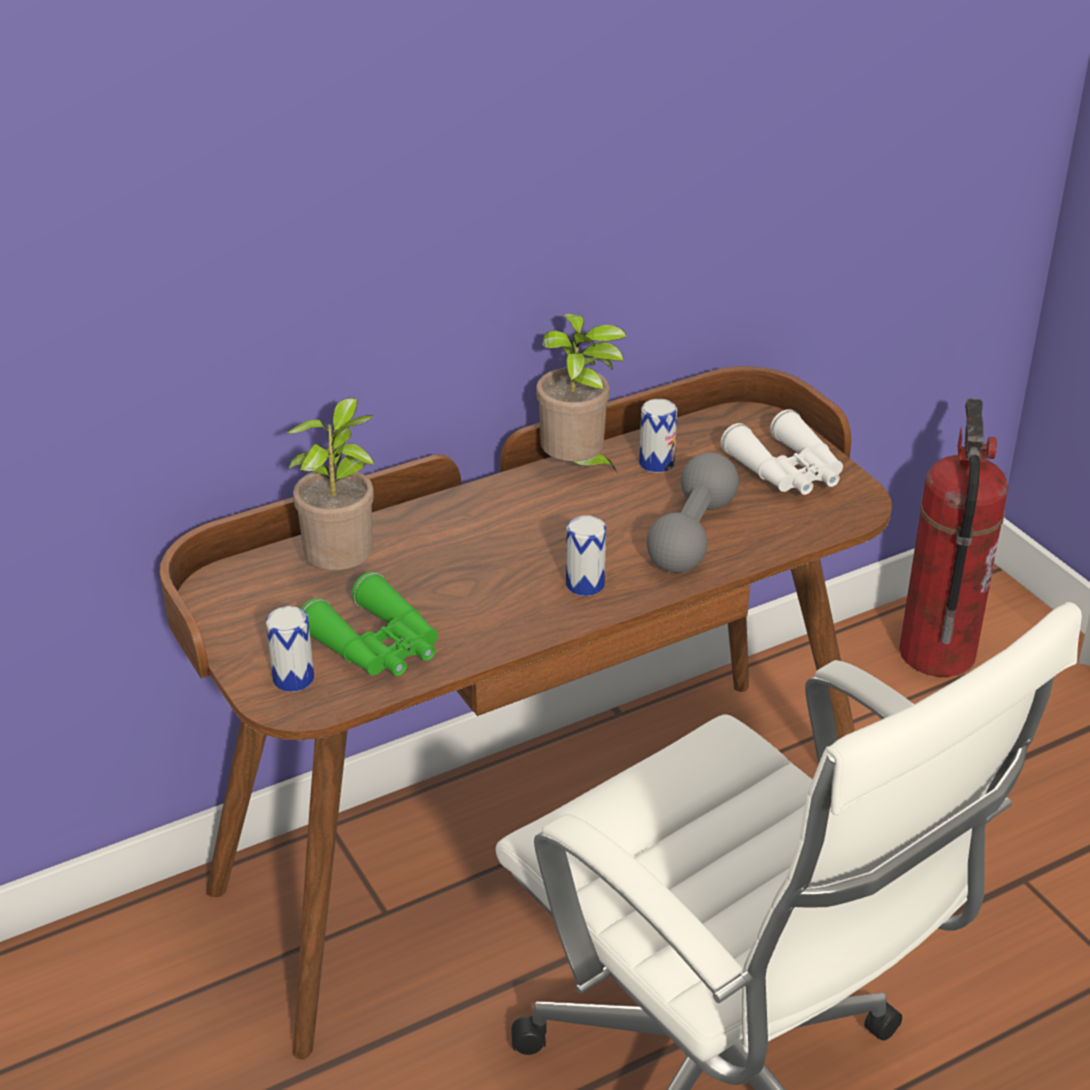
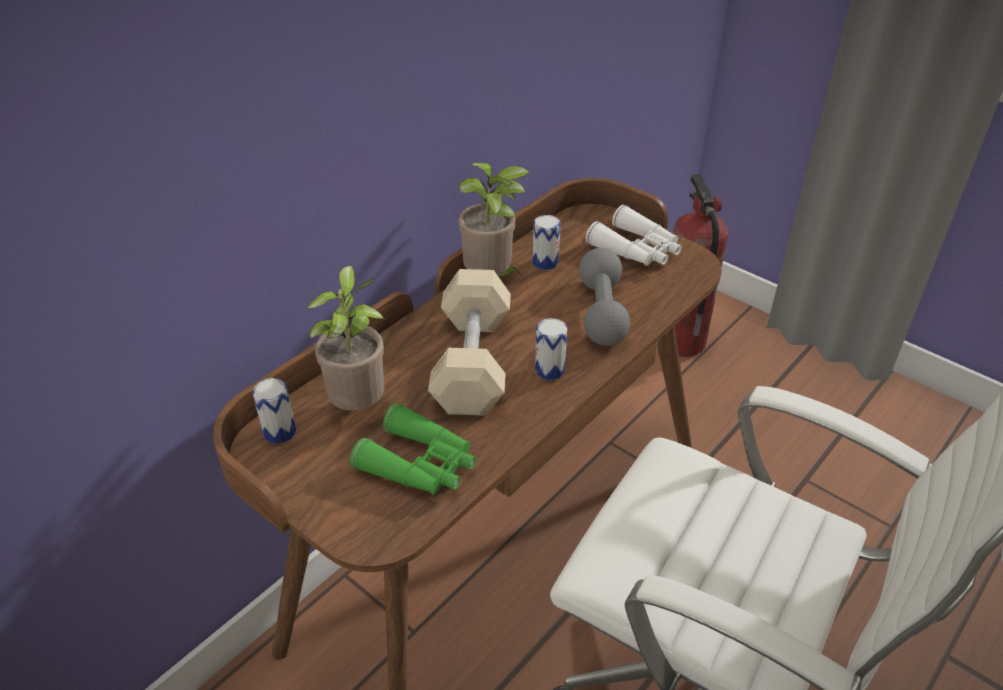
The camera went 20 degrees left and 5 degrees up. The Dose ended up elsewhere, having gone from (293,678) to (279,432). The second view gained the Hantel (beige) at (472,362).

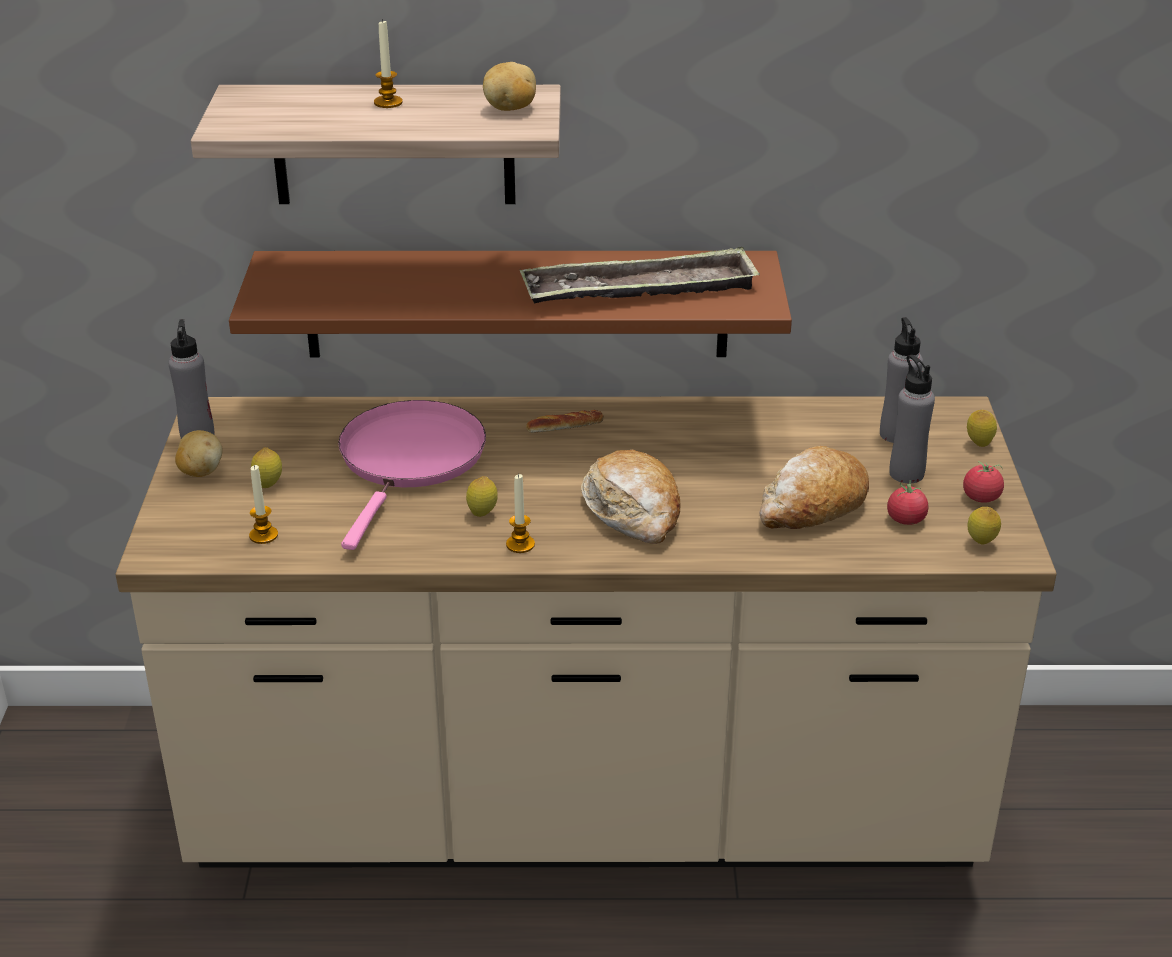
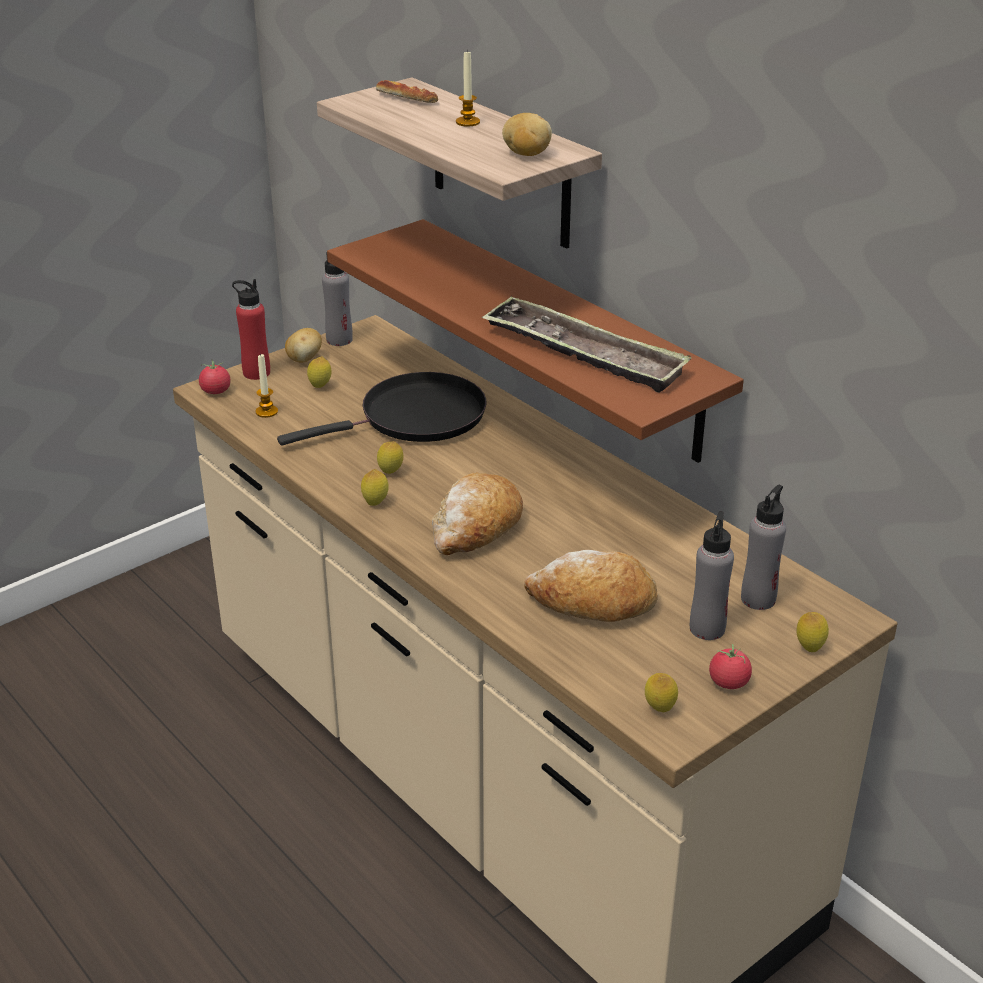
The camera went 50 degrees right and 0 degrees up. The Tomate ended up elsewhere, having gone from (906,520) to (216,391). The second view gained the Flasche (rot) at (256,373). What was the Pfanne (rosa) at (410,460) turned into the Pfanne (schwarz) at (415,418). Where the Kerze stood at (520,544), the Zitrone came to stand at (375,503). The Brot ended up elsewhere, having gone from (565,427) to (406,98).

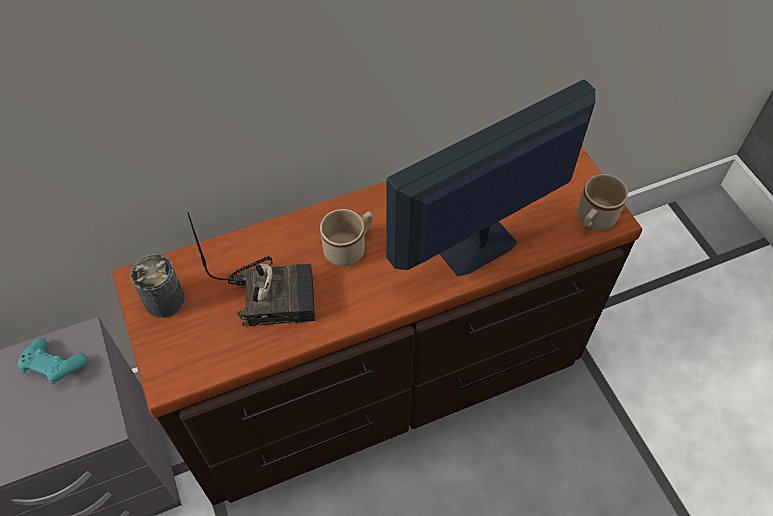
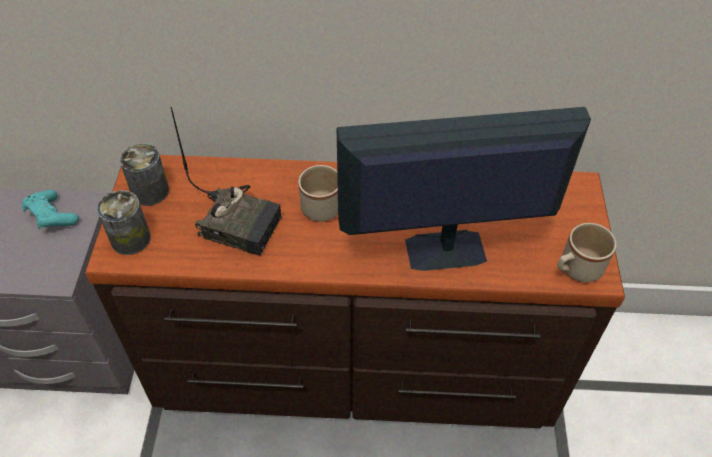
The camera went 25 degrees right and 5 degrees down. The second view gained the Dose at (130,239).

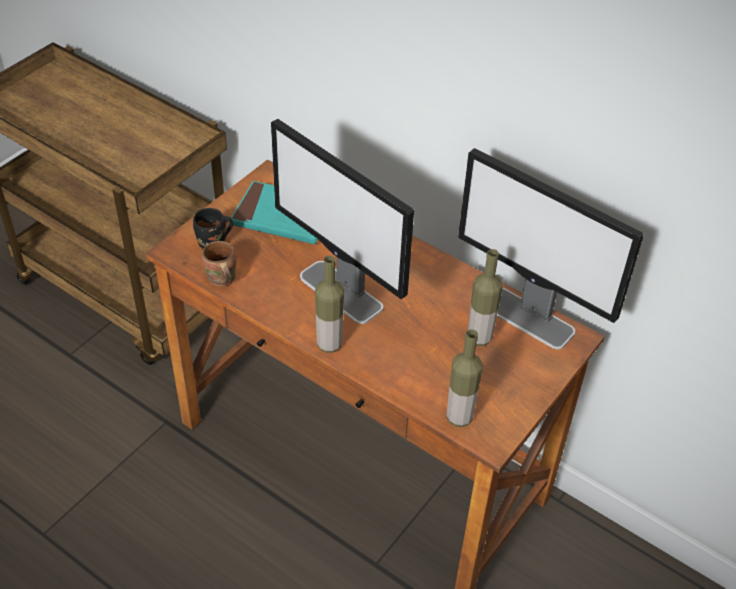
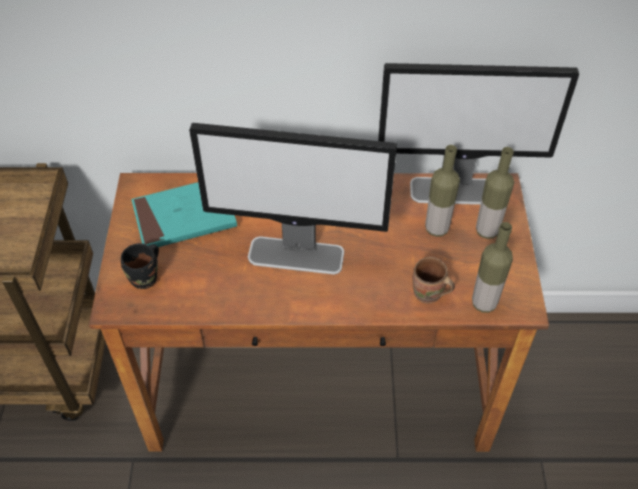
The camera went 35 degrees left and 5 degrees up. The Henkelbecher (braun) ended up elsewhere, having gone from (220,280) to (428,295). The Flasche ended up elsewhere, having gone from (329,344) to (487,231).

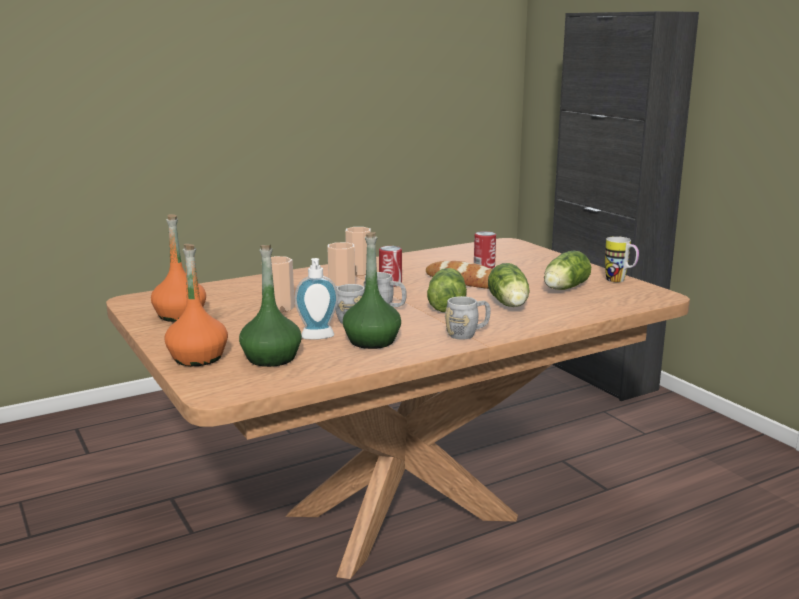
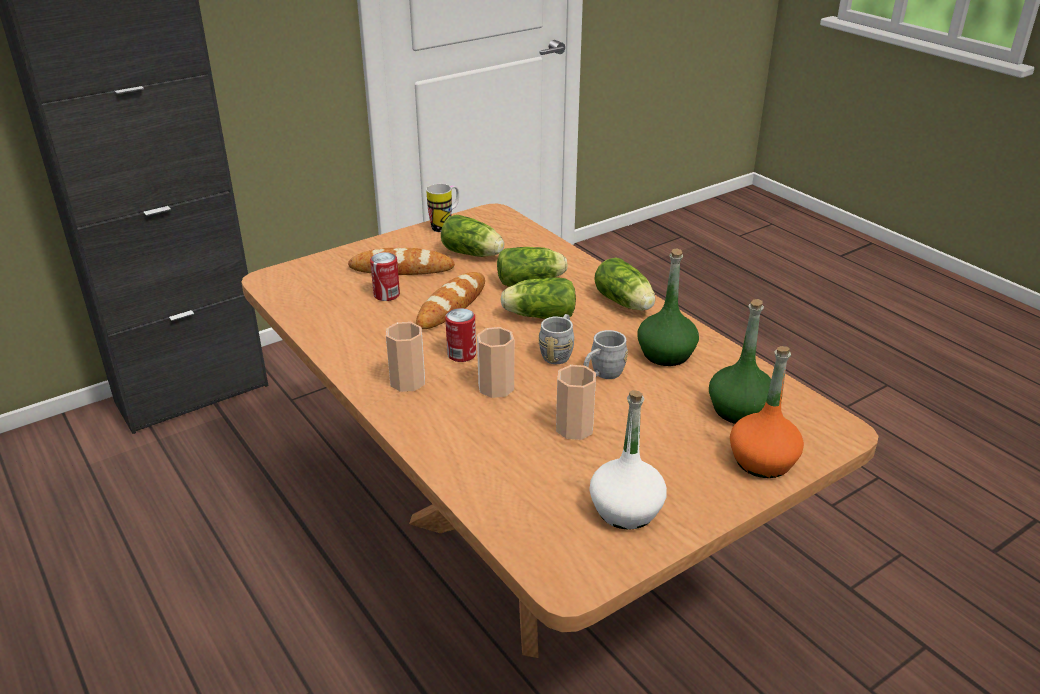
The camera went 95 degrees left and 15 degrees up. The second view gained the Brot at (401,268). What was the Flasche (orange) at (180,315) turned into the Flasche (weiß) at (626,510). Where the Henkelbecher (grau) stood at (468,333), the Salatkopf came to stand at (625,304). The second view lost the Seifenspender at (318,338).

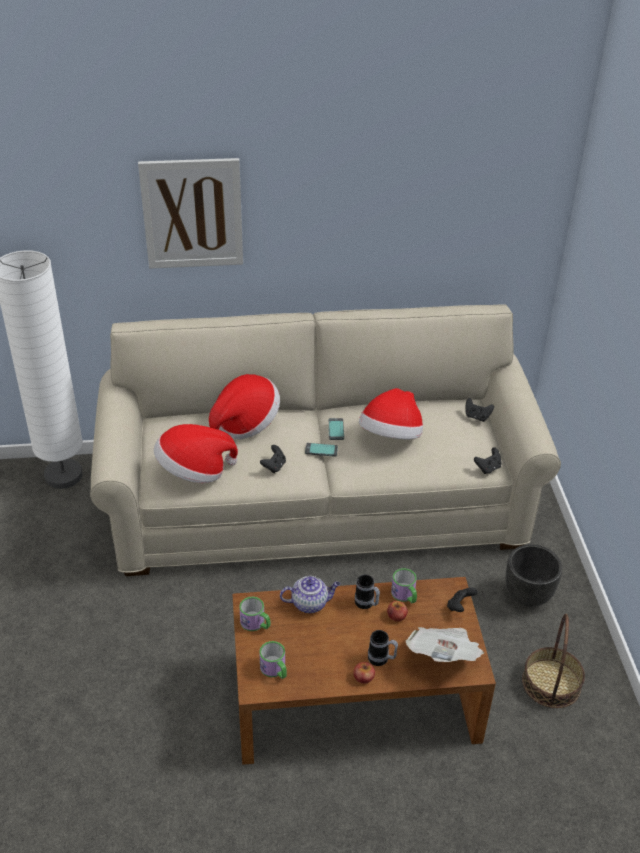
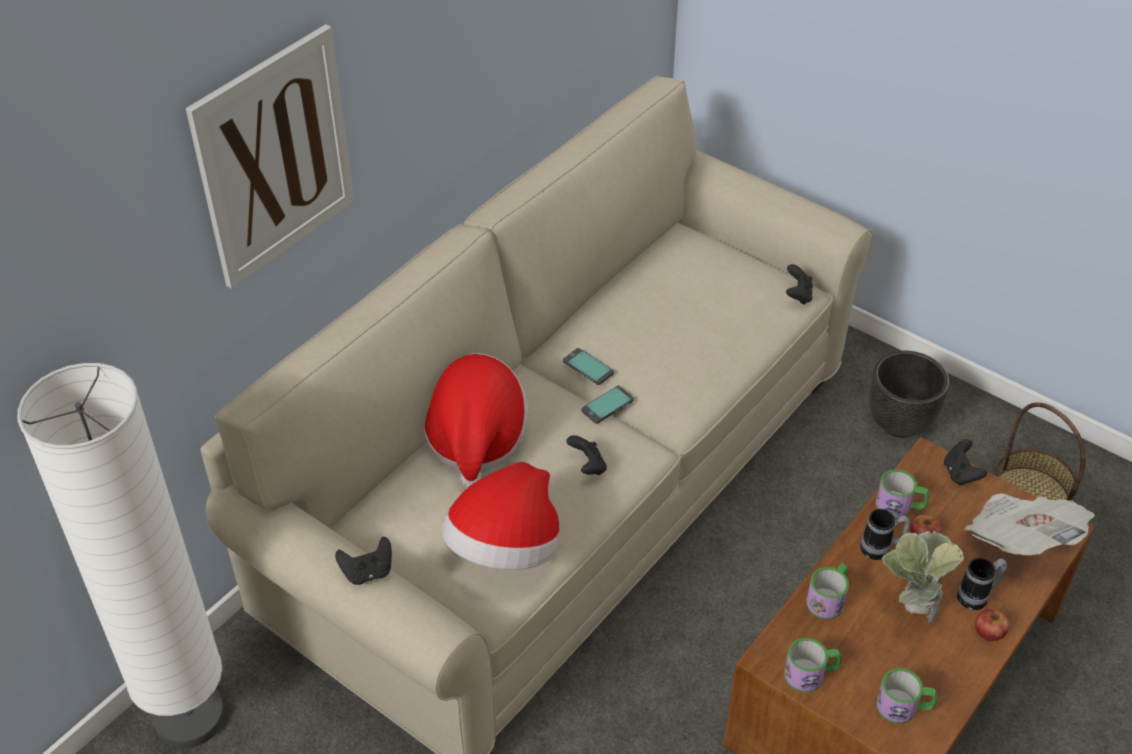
The camera went 45 degrees left and 5 degrees up. The Gamepad (schwarz) ended up elsewhere, having gone from (477,417) to (368,572). Where the Teekanne stood at (310,603), the Henkelbecher came to stand at (828,599). The second view gained the Topfpflanze at (910,609). The second view lost the Hut at (391,437).

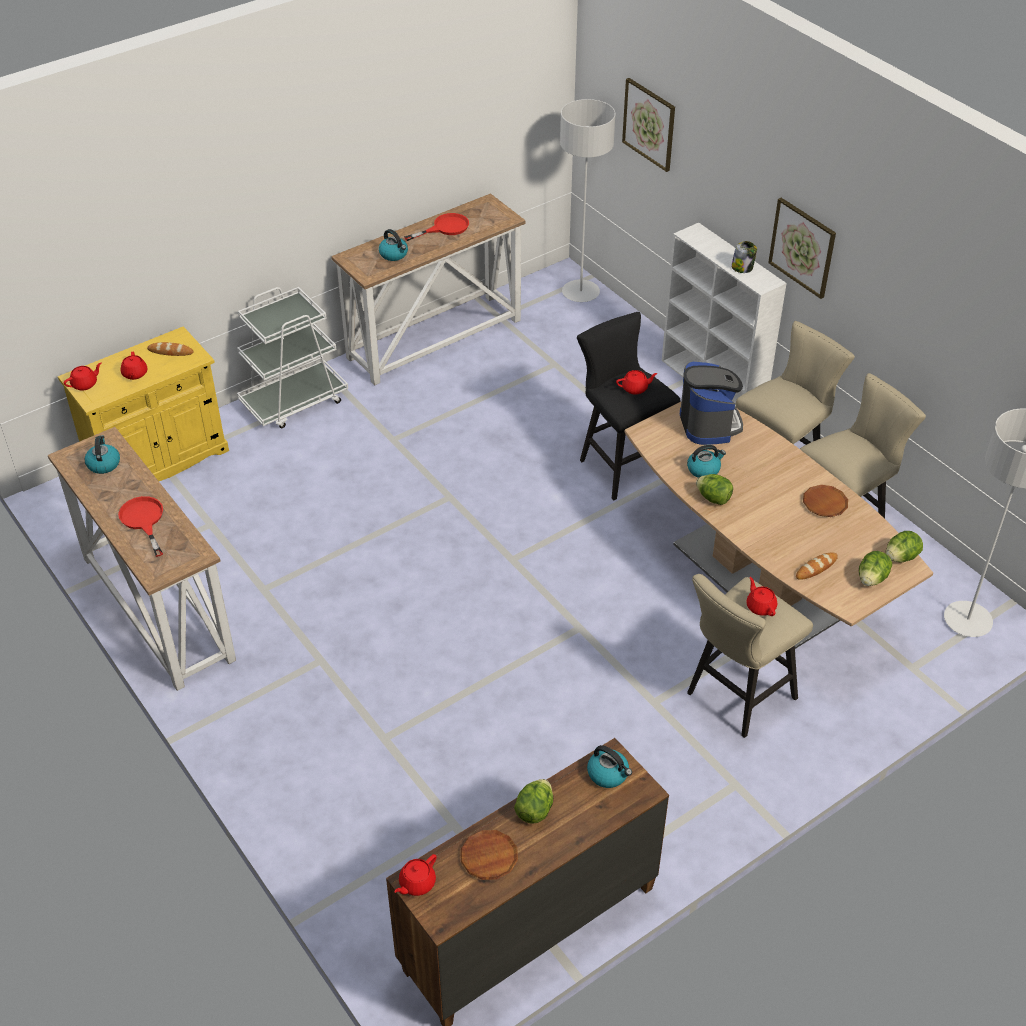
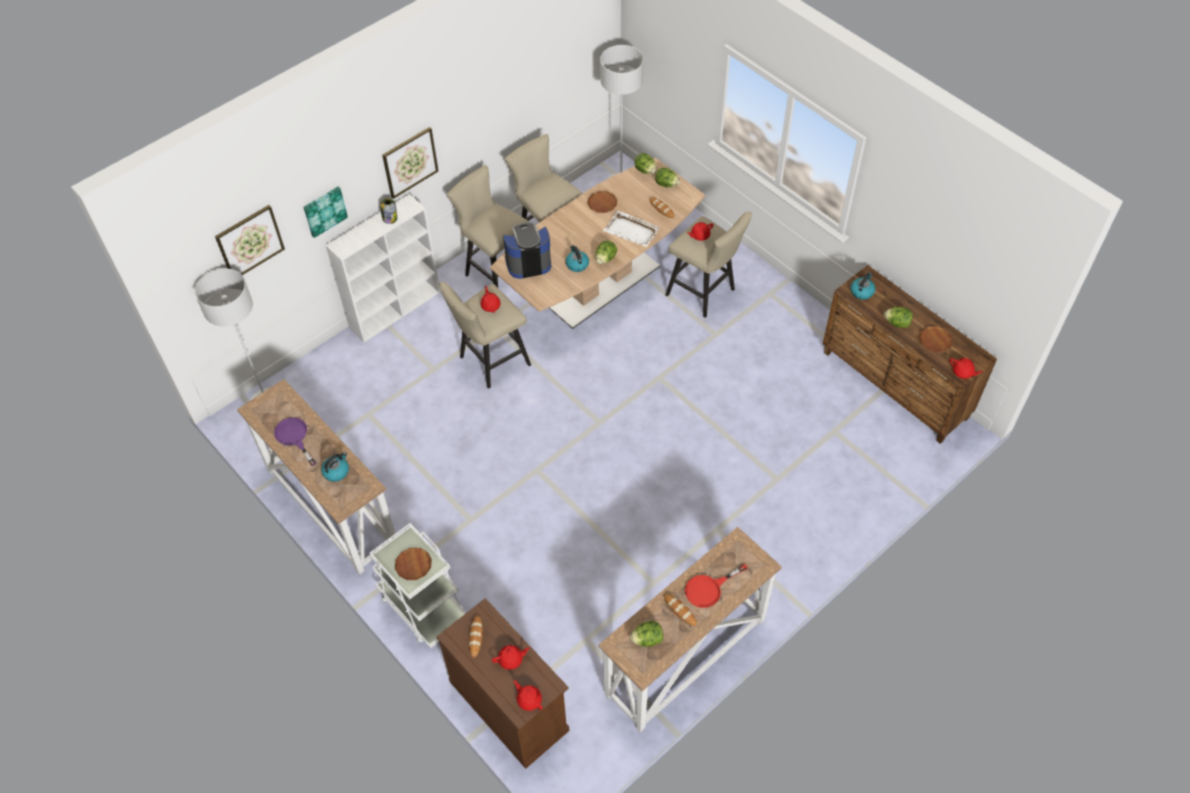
The camera went 95 degrees left and 10 degrees up. What was the Pfanne (rot) at (445,228) turned into the Pfanne (lila) at (294,437). The second view gained the Bild at (324,211). The second view gained the Teller (braun) at (413,565). What was the Schrank (gelb) at (157,460) turned into the Schrank (braun) at (509,705). What was the Hocker (schwarz) at (621,464) turned into the Hocker (beige) at (490,362). The second view gained the Tablett (weiß) at (632,231). Where the Wasserkessel stood at (103,464), the Salatkopf came to stand at (647,639). The second view gained the Brot at (680,610).

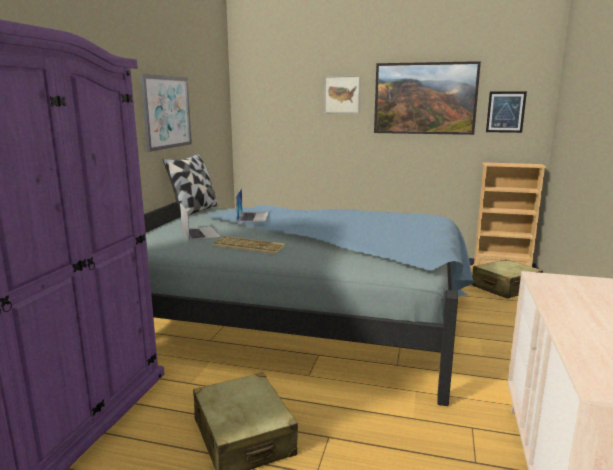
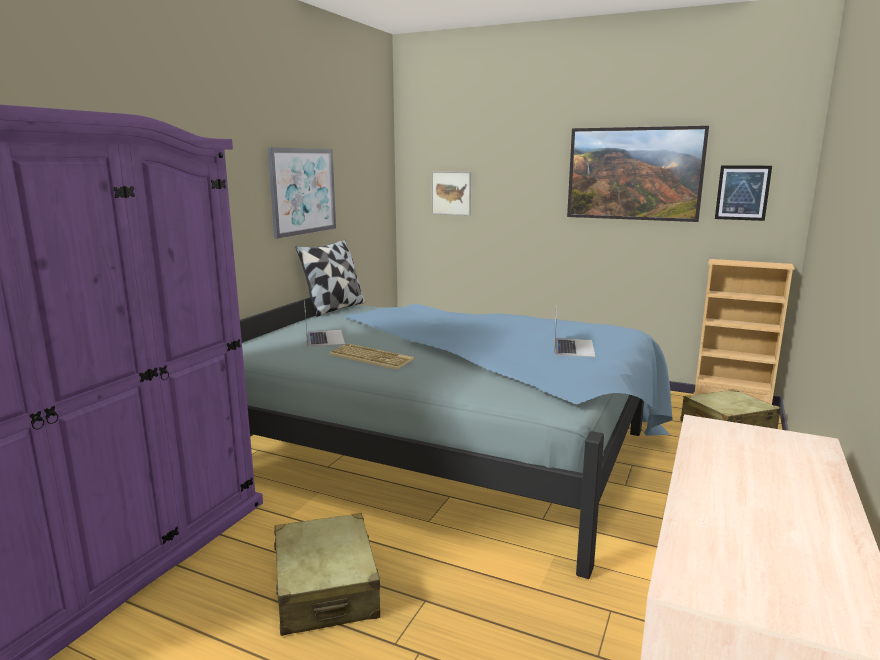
The camera went 10 degrees right and 0 degrees up. The Bild ended up elsewhere, having gone from (342,94) to (451,193). The Laptop ended up elsewhere, having gone from (253,217) to (573,347).

